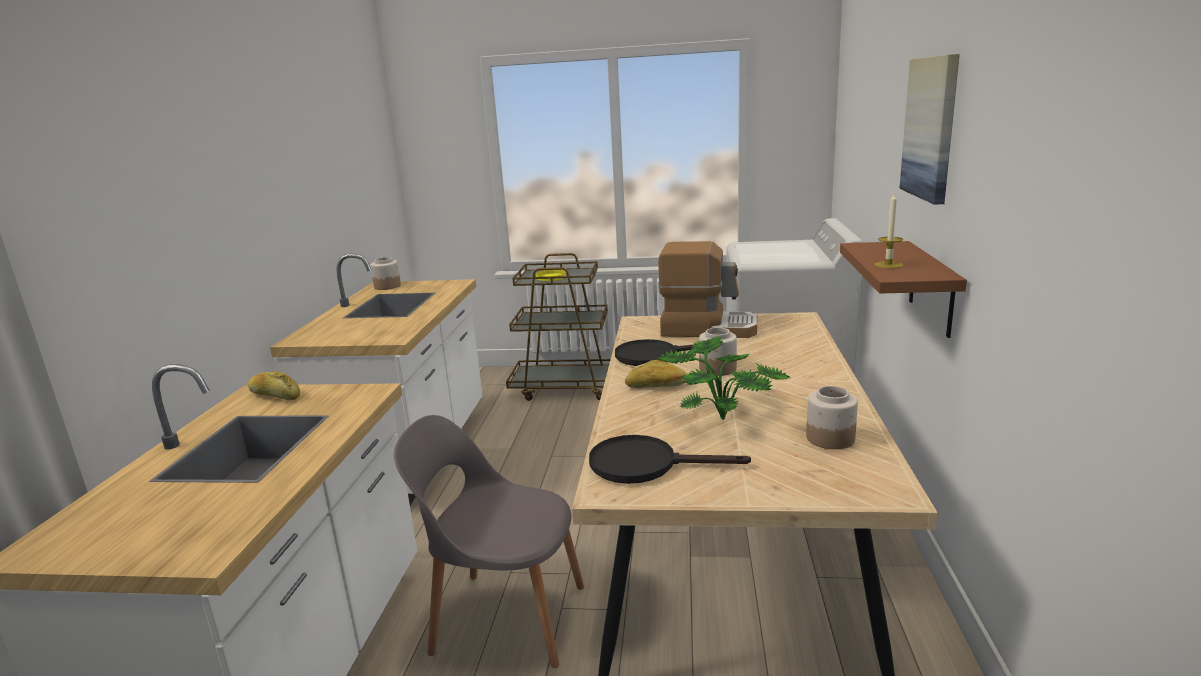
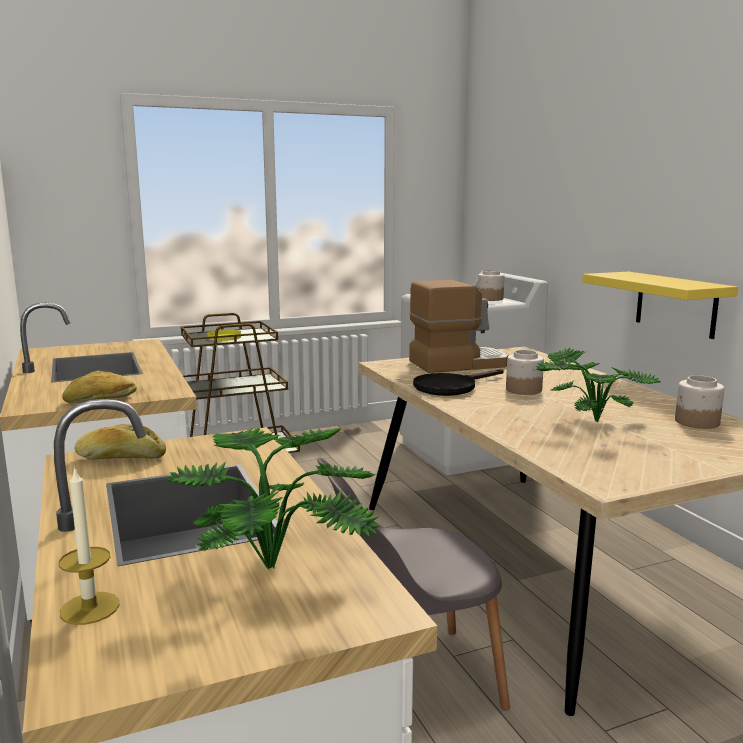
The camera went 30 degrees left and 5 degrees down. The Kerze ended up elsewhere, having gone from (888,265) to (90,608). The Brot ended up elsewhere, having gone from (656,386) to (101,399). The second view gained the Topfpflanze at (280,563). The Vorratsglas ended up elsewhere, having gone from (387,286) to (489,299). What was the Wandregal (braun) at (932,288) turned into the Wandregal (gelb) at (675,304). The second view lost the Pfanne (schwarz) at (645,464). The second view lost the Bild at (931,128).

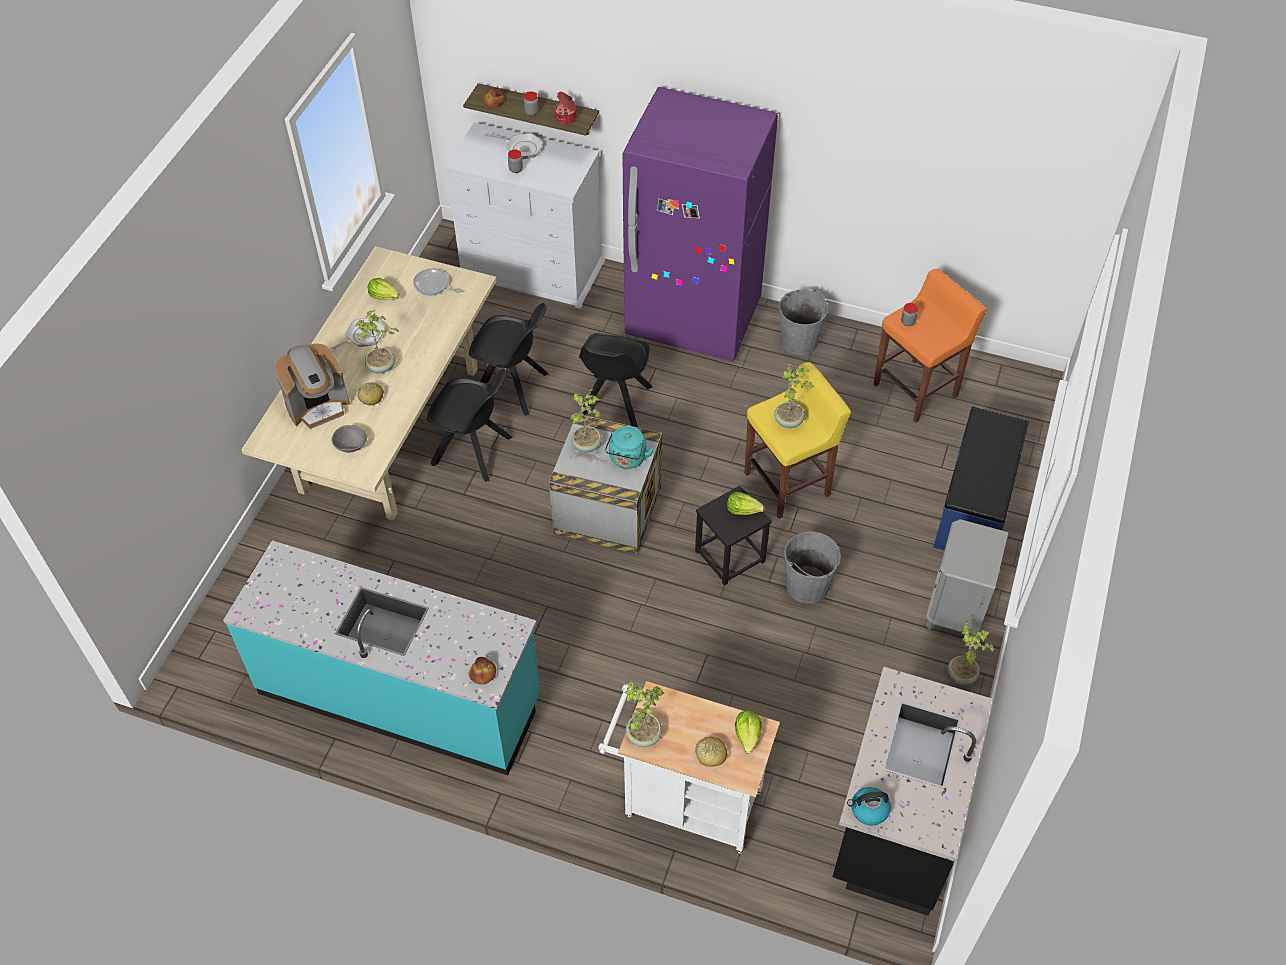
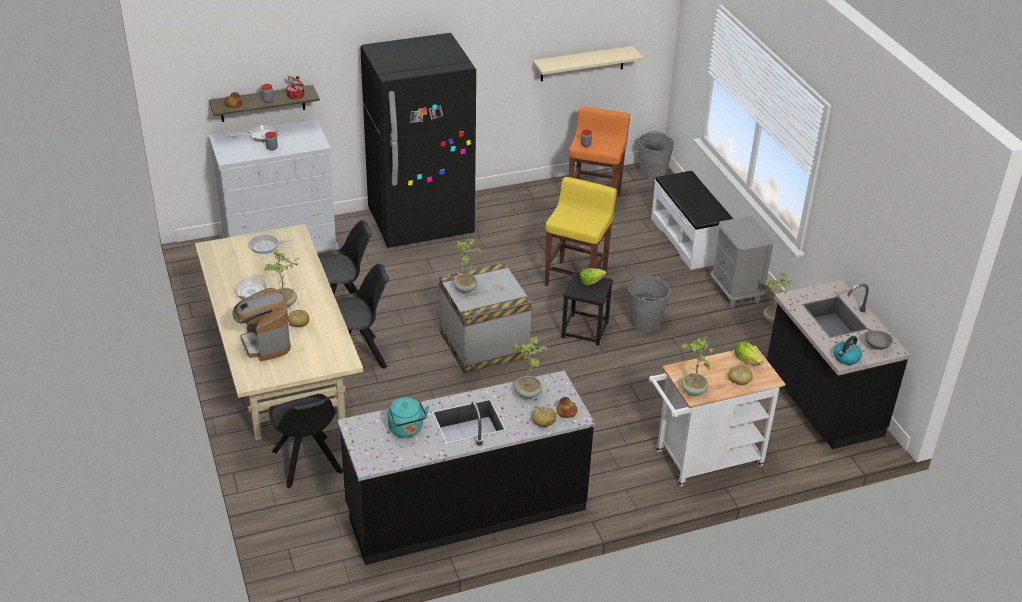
The camera went 40 degrees left and 15 degrees down. The Kaffeemaschine at (318,406) ended up facing another way, 135 degrees clockwise from before. The Stuhl (schwarz) ended up elsewhere, having gone from (614,403) to (307,463). What was the Küchenzeile (türkis) at (400,694) turned into the Küchenzeile (schwarz) at (466,509). What was the Kühlschrank (lila) at (693,319) turned into the Kühlschrank (schwarz) at (421,224). The Wasserkessel (türkis) ended up elsewhere, having gone from (627,459) to (407,430). The Topfpflanze ended up elsewhere, having gone from (789,420) to (528,393). The second view gained the Brot at (543,420). The second view gained the Wandregal (beige) at (582,63). The Eimer (grau) ended up elsewhere, having gone from (799,341) to (652,172). What was the Bank (blau) at (975,505) turned into the Bank (weiß) at (689,240). The Schüssel (grau) ended up elsewhere, having gone from (351,446) to (876,346). The second view lost the Salatkopf at (384,296).

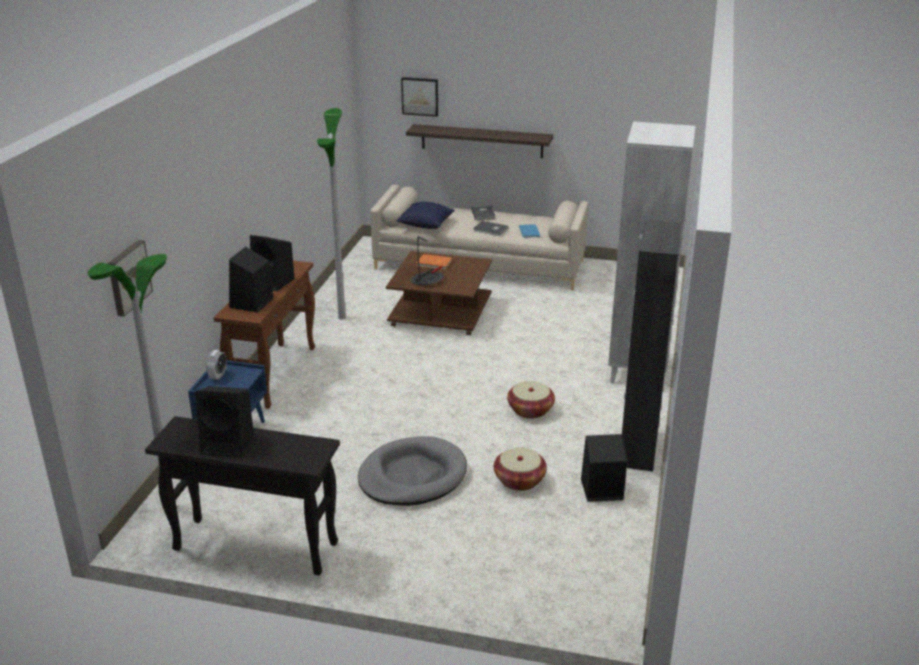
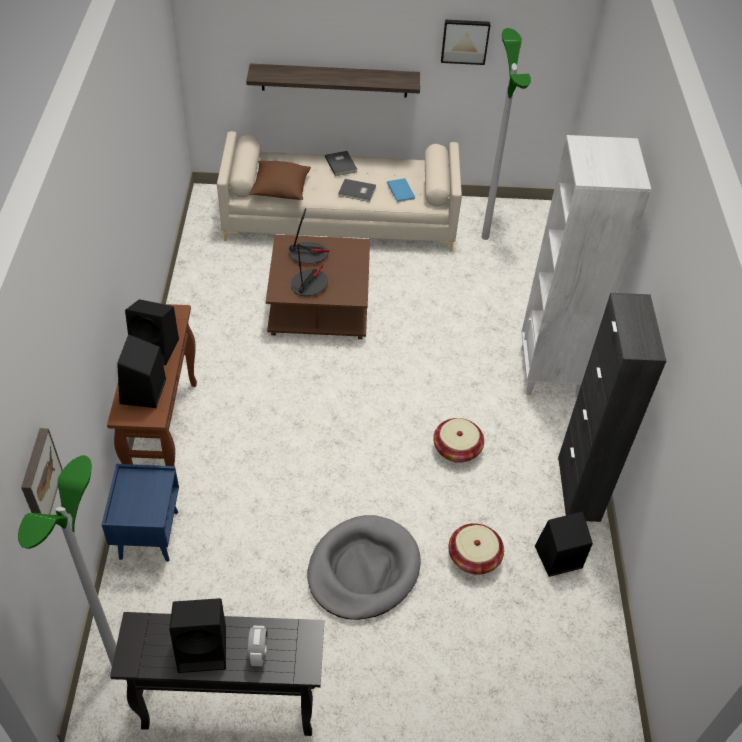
The camera went 15 degrees left and 20 degrees up. The Wecker ended up elsewhere, having gone from (218,376) to (258,653). What was the Kissen (blau) at (425,225) turned into the Kissen (braun) at (280,189). Where the Buch (orange) stood at (434,263), the Tischlampe came to stand at (308,254). The Bild ended up elsewhere, having gone from (420,96) to (465,41). The Stehlampe ended up elsewhere, having gone from (341,317) to (484,237).

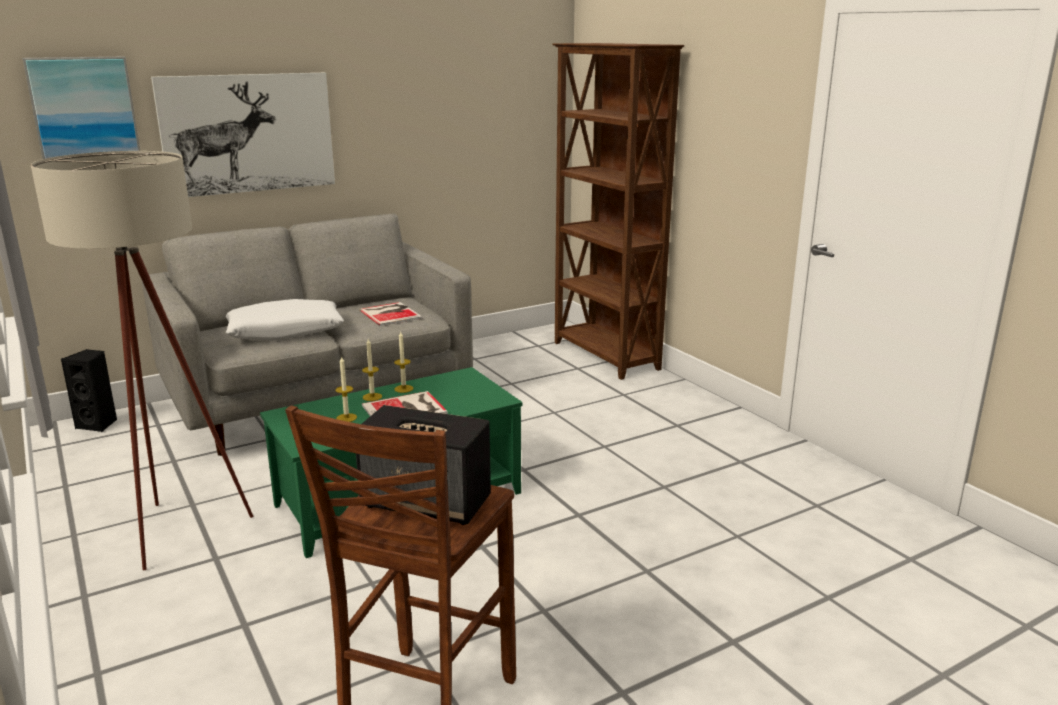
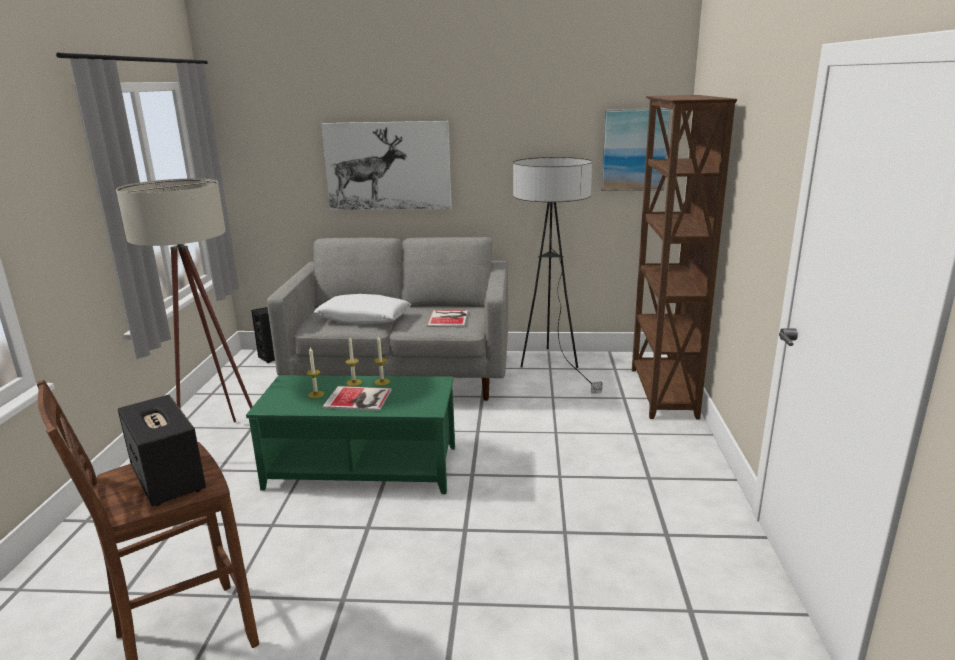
The camera went 35 degrees right and 0 degrees up. The second view gained the Stehlampe at (551,367). The Bild ended up elsewhere, having gone from (85,115) to (634,150).

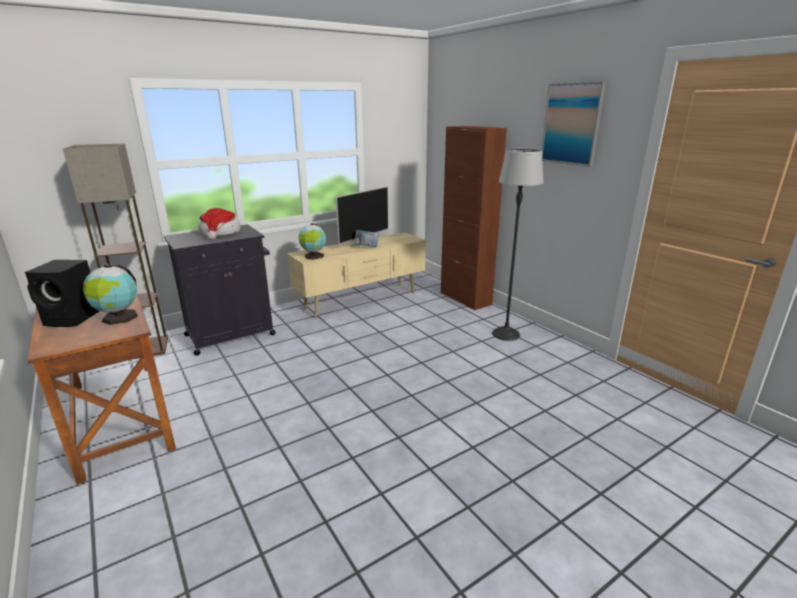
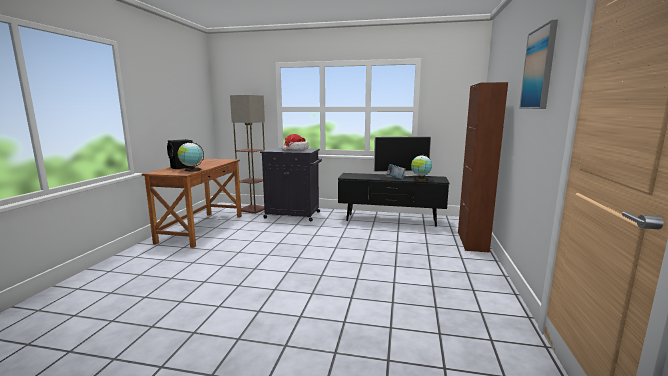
The camera went 45 degrees right and 10 degrees down. What was the Fernsehschrank (beige) at (361,300) turned into the Fernsehschrank (schwarz) at (390,220). The Globus ended up elsewhere, having gone from (314,256) to (420,179). The second view lost the Stehlampe at (506,334).

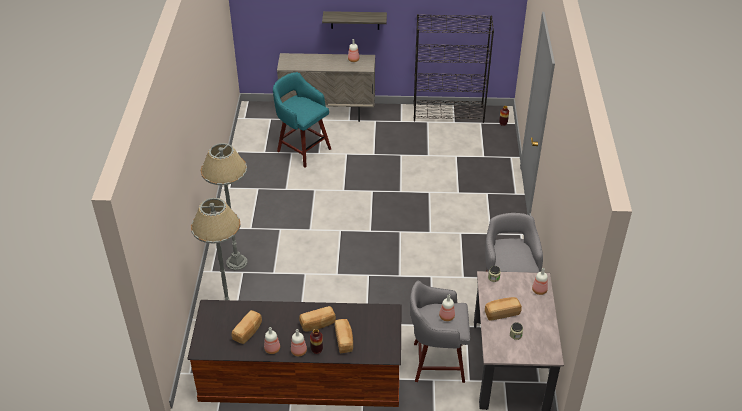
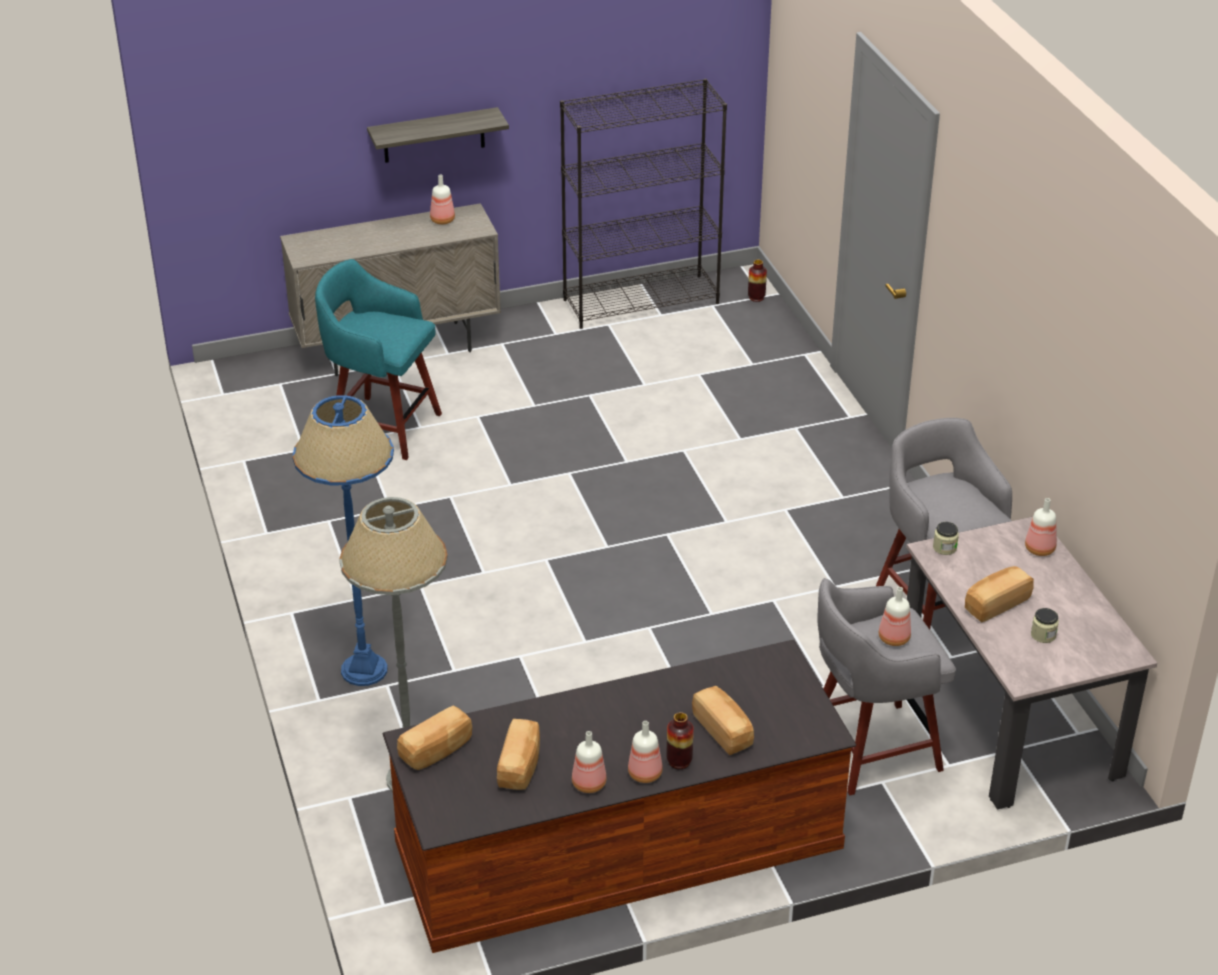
The camera went 20 degrees left and 5 degrees down. What was the Stehlampe (grau) at (236,262) turned into the Stehlampe (blau) at (363,669). The Brot ended up elsewhere, having gone from (318,324) to (437,750).

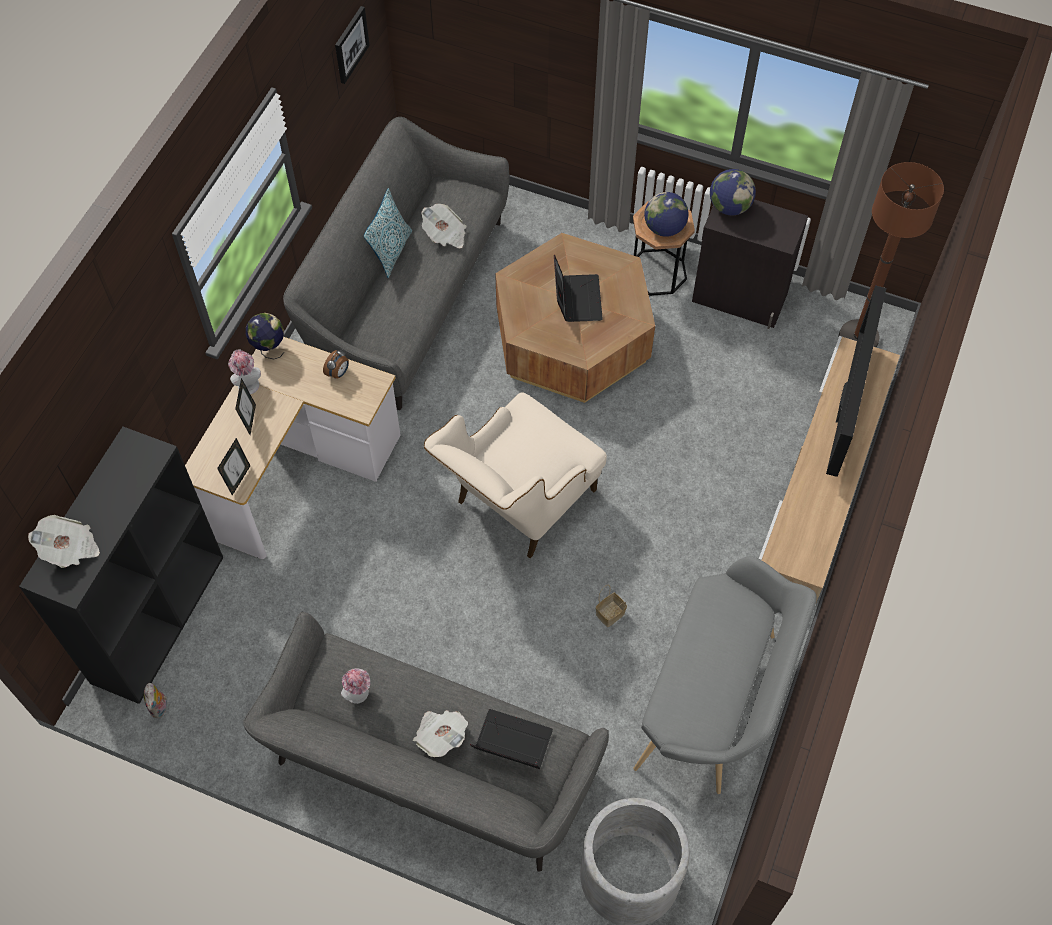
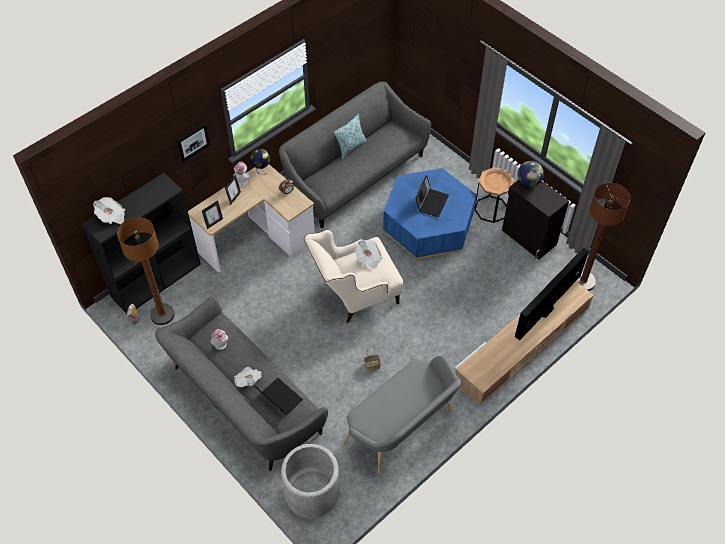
The camera went 25 degrees right and 5 degrees down. The second view gained the Stehlampe (braun) at (162,314). The Bild ended up elsewhere, having gone from (350,44) to (192,141). The Zeitung ended up elsewhere, having gone from (445,235) to (368,259). What was the Couchtisch (braun) at (572,338) turned into the Couchtisch (blau) at (428,225). The second view lost the Globus at (664,228).

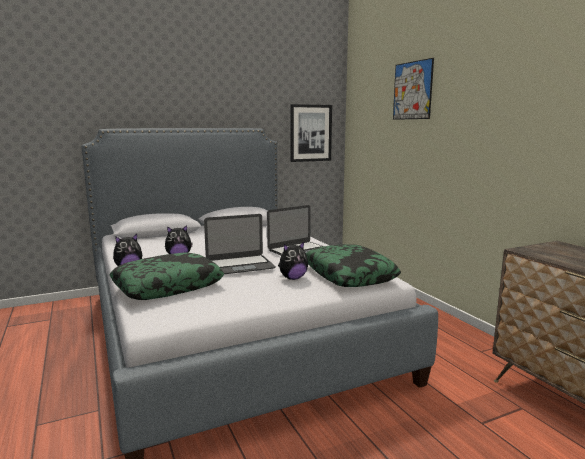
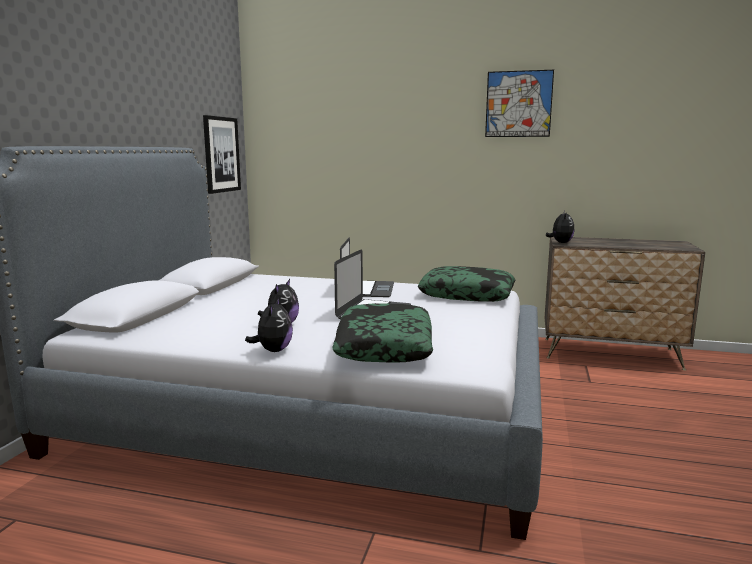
The camera went 50 degrees left and 0 degrees up. The Bild ended up elsewhere, having gone from (412,90) to (518,104). The Plüschtier ended up elsewhere, having gone from (292,278) to (560,243).

